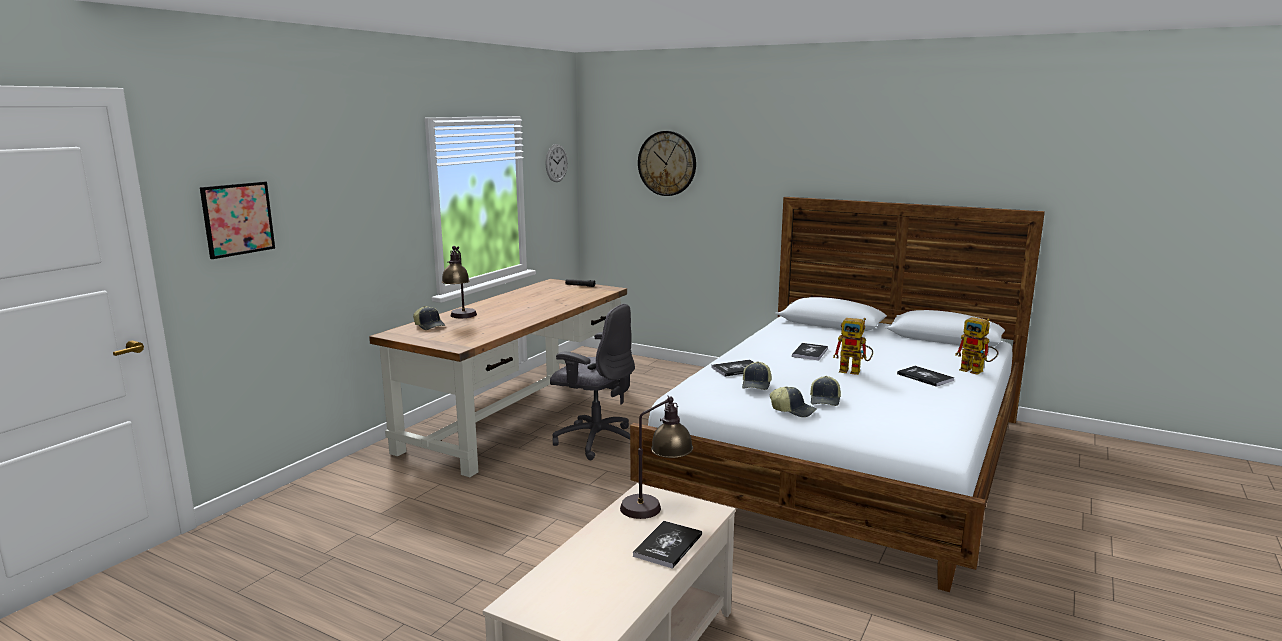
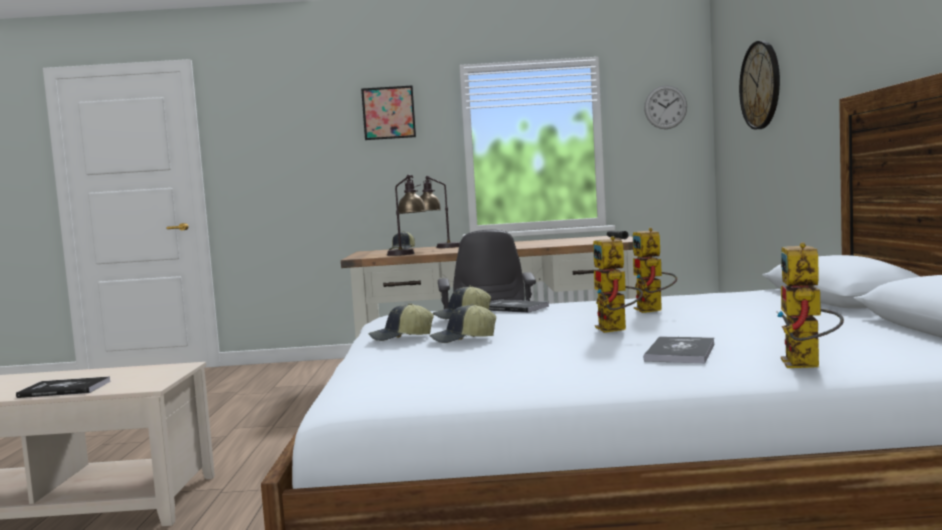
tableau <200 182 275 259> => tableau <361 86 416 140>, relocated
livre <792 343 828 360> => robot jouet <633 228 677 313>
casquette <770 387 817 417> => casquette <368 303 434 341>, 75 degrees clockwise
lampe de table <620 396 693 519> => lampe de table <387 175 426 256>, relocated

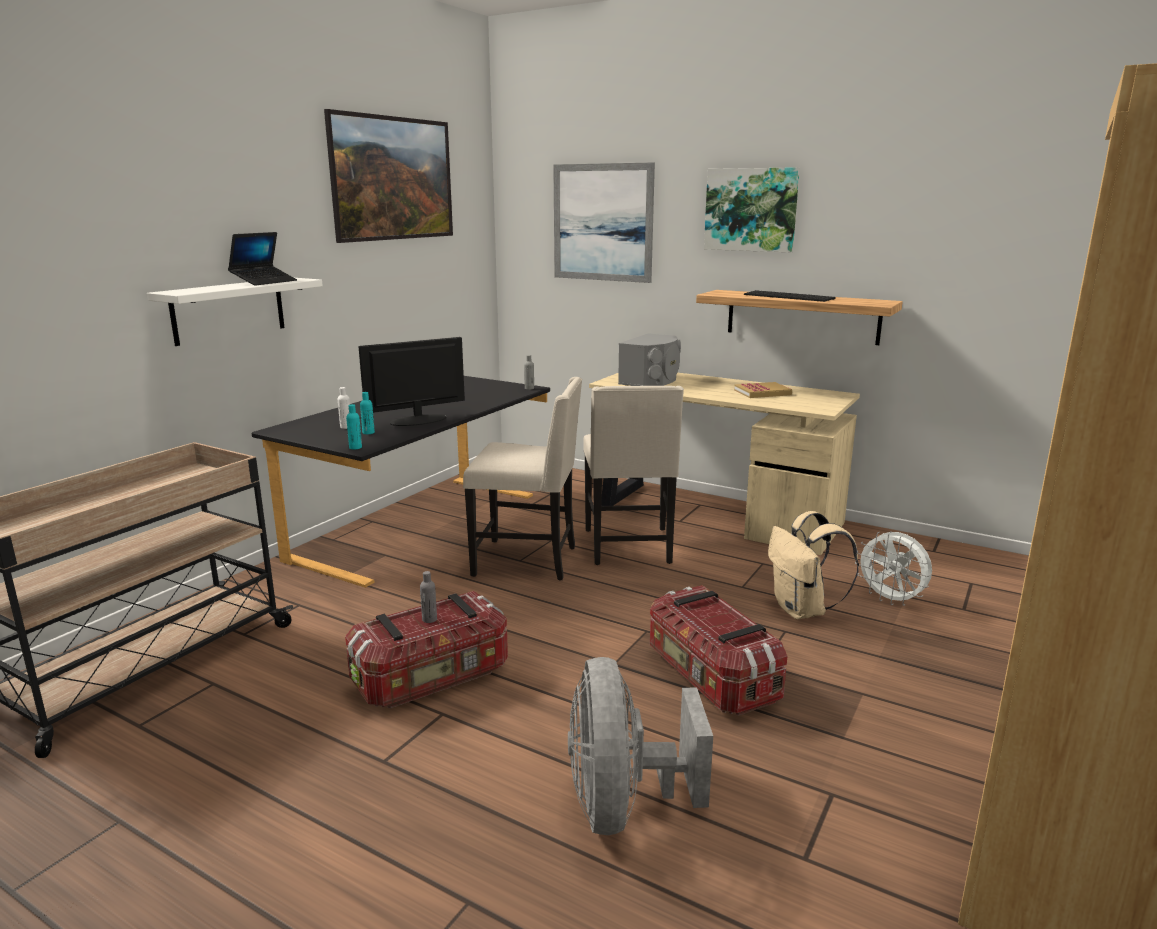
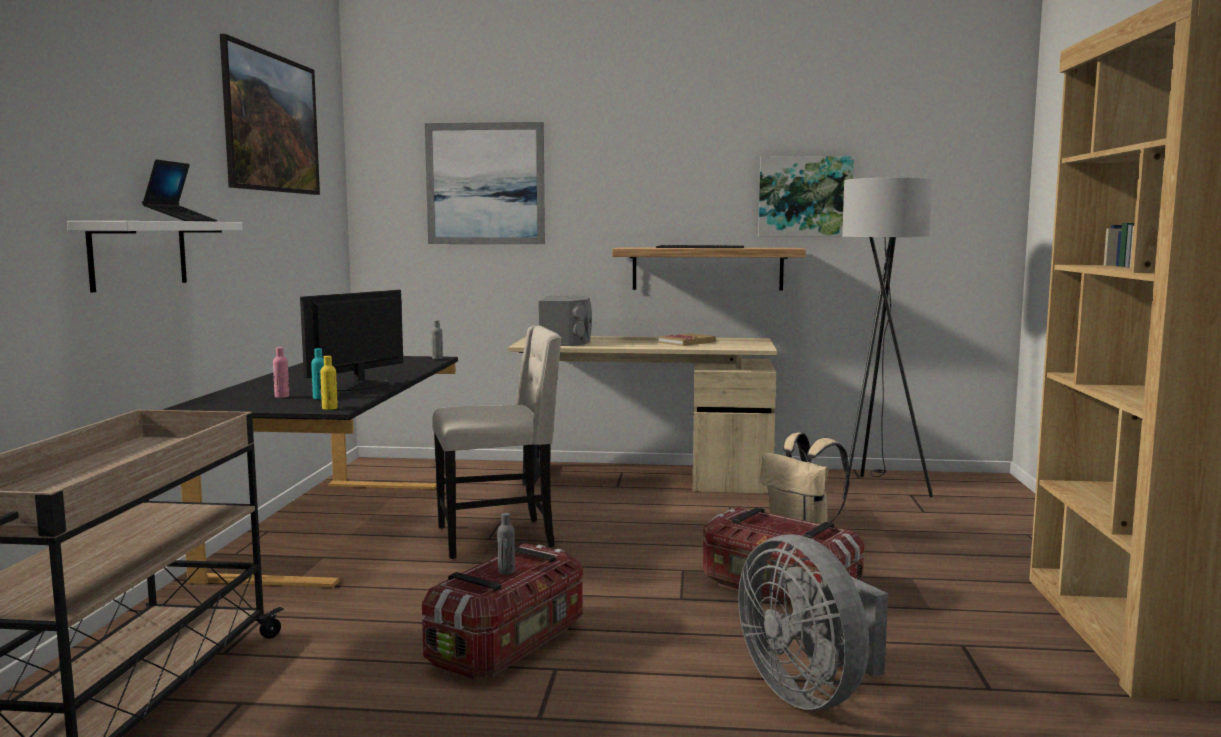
tableau <704 167 800 252> => tableau <758 156 854 236>, relocated
chaise/beige <583 386 684 565> => nothing
bouteille/blanc <338 387 350 429> => bouteille/rose <273 347 290 398>
bouteille/turquoise <346 404 362 450> => bouteille/jaune <320 356 338 410>
ventilateur/blanc <855 531 932 606> => nothing
nothing => lampadaire/gris <842 178 933 499>

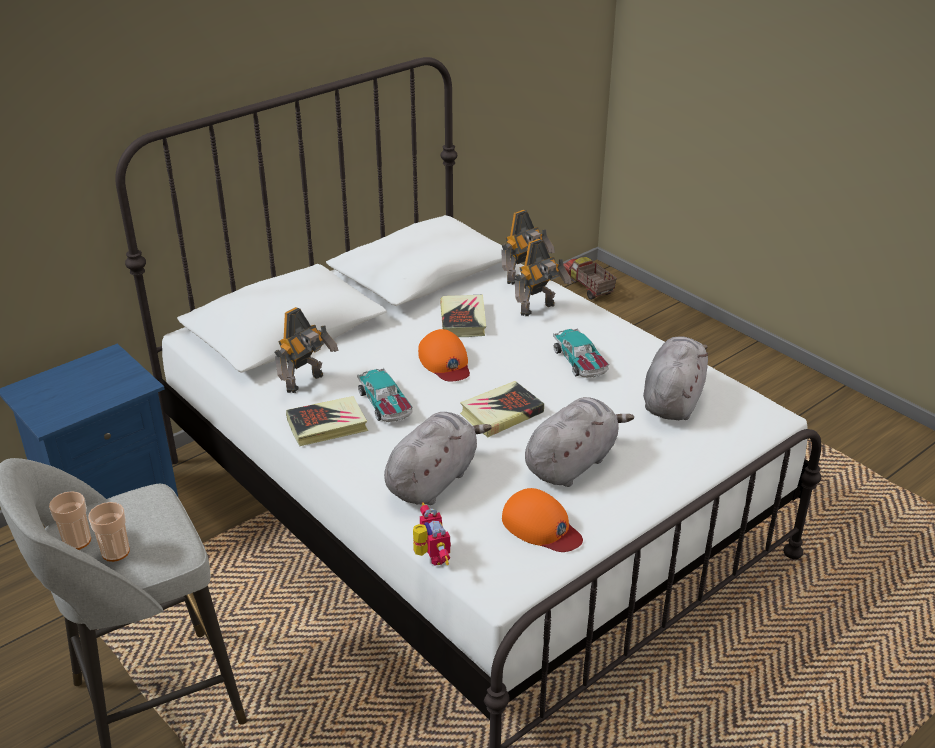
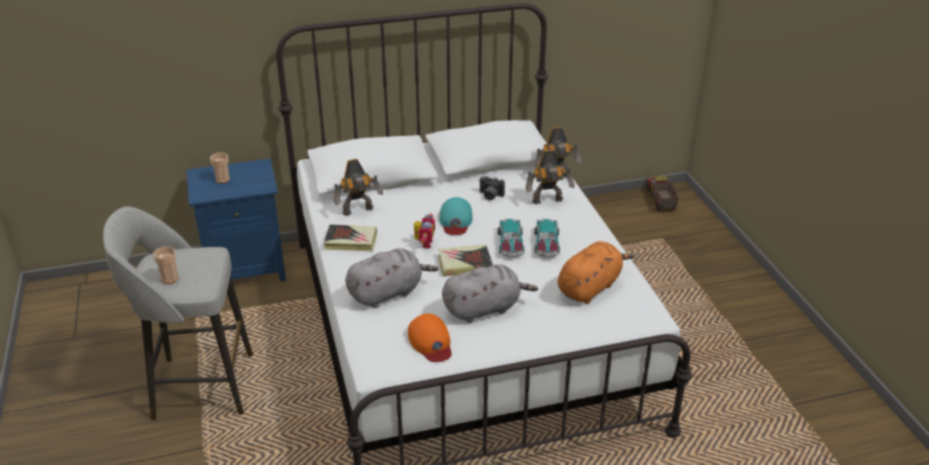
livre <440 294 486 337> => appareil photo <480 176 505 200>
casquette/orange <418 329 470 381> => casquette/turquoise <439 197 473 235>
peluche/gris <643 336 708 420> => peluche/orange <558 241 634 303>
petite voiture <357 368 413 422> => petite voiture <498 219 524 257>, relocated
tasse <49 491 91 550> => tasse <210 152 230 183>, relocated
robot jouet <413 502 451 566> => robot jouet <414 213 435 249>, relocated

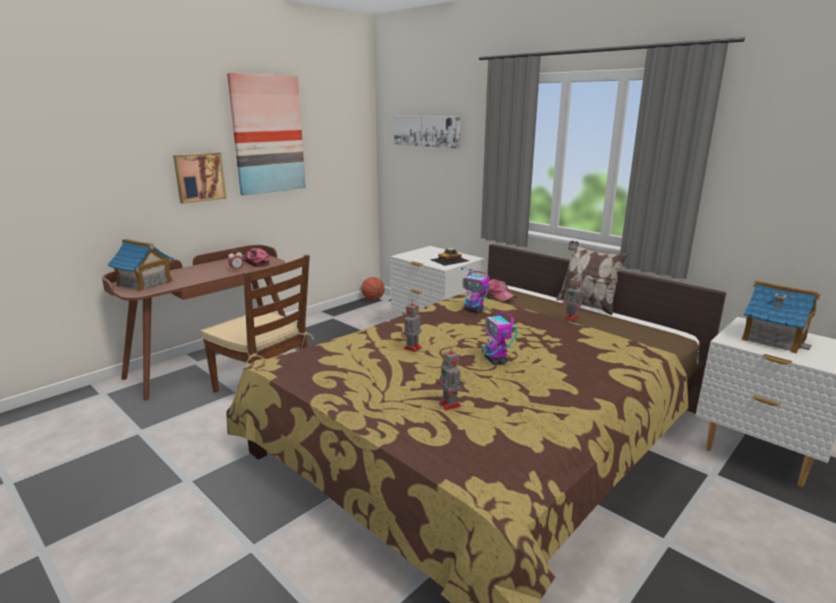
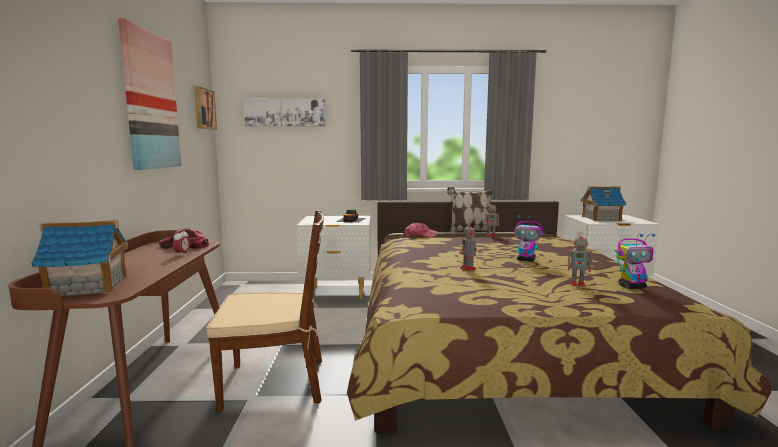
tableau <173 152 227 204> => tableau <194 86 217 130>, relocated
robot jouet <461 267 489 314> => robot jouet <616 234 655 289>, relocated
ballon de basket <361 277 385 300> => nothing

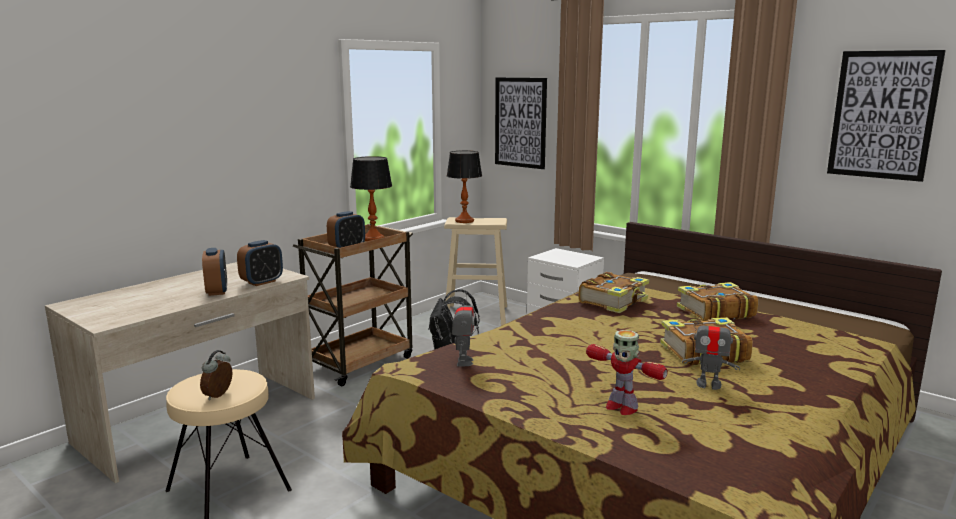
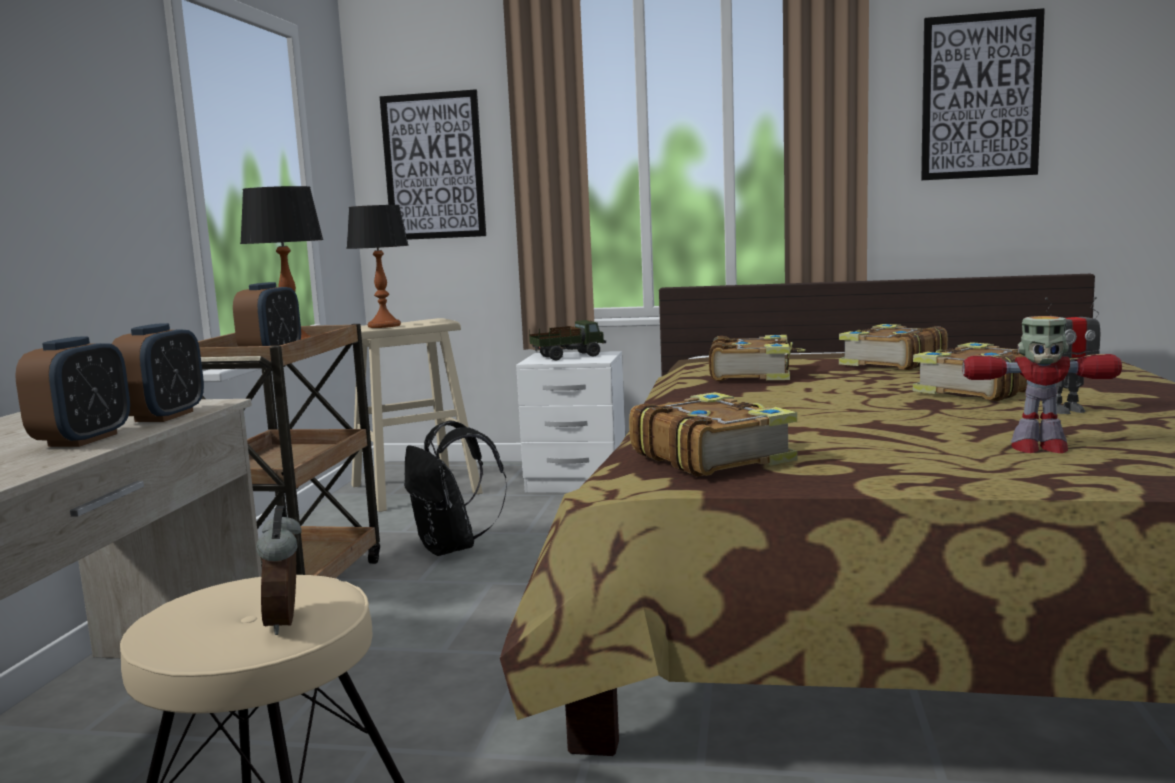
réveil <202 248 227 296> => réveil <15 336 130 447>, 60 degrees clockwise
robot jouet <452 292 475 366> => livre <629 392 797 477>
nothing => camion jouet <529 320 606 360>

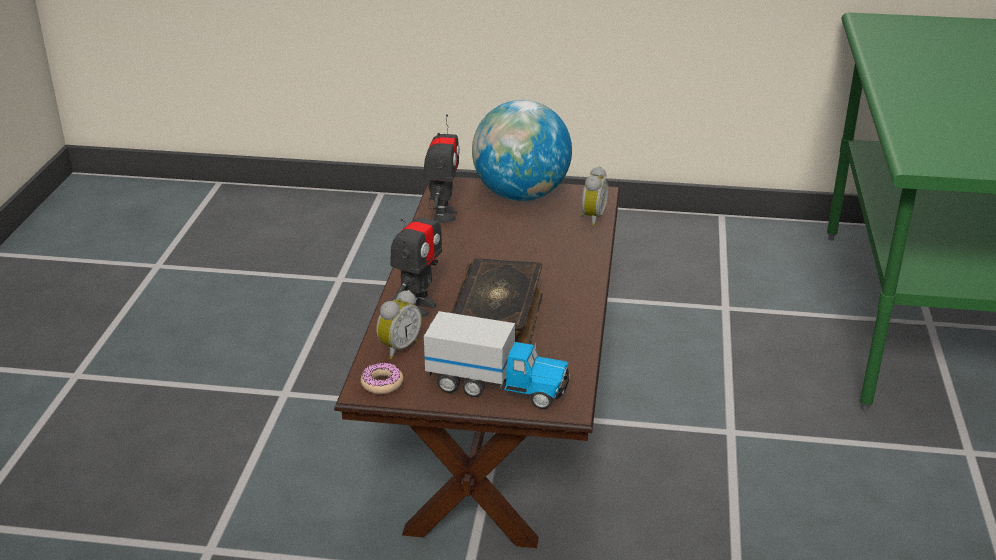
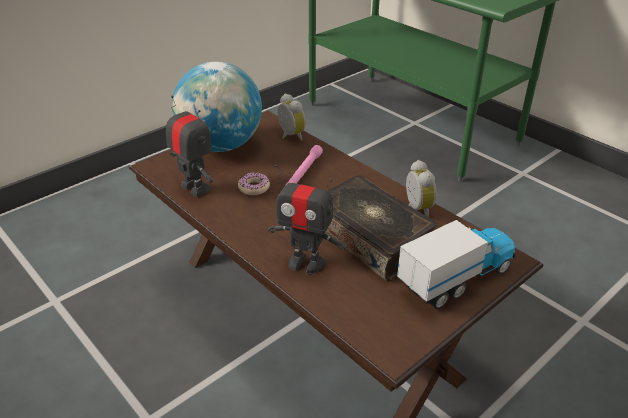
robot jouet <390 197 442 318> => robot jouet <268 165 347 274>, 135 degrees clockwise
réveil <376 290 422 359> => réveil <406 160 437 217>, relocated
beignet <361 362 403 394> => beignet <238 173 270 195>, relocated
nothing => lampe de poche/rose <286 145 323 185>

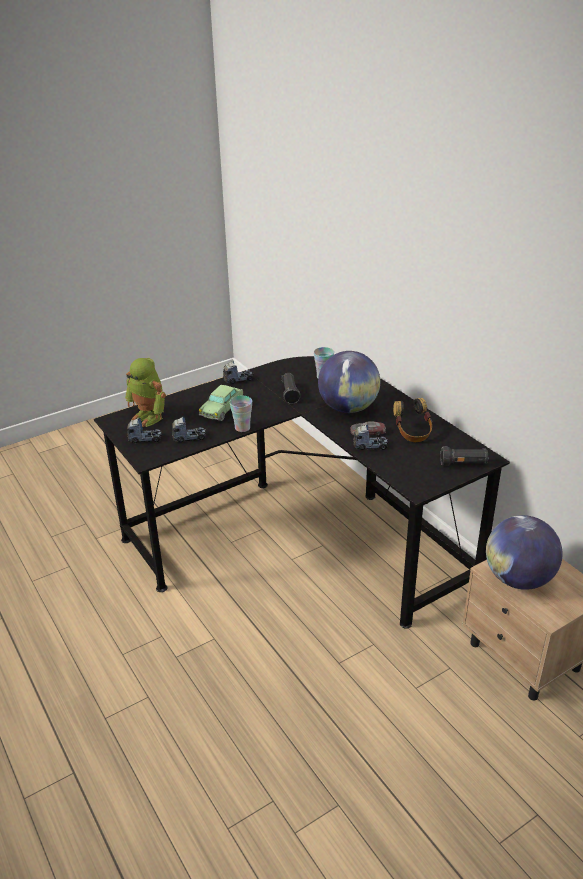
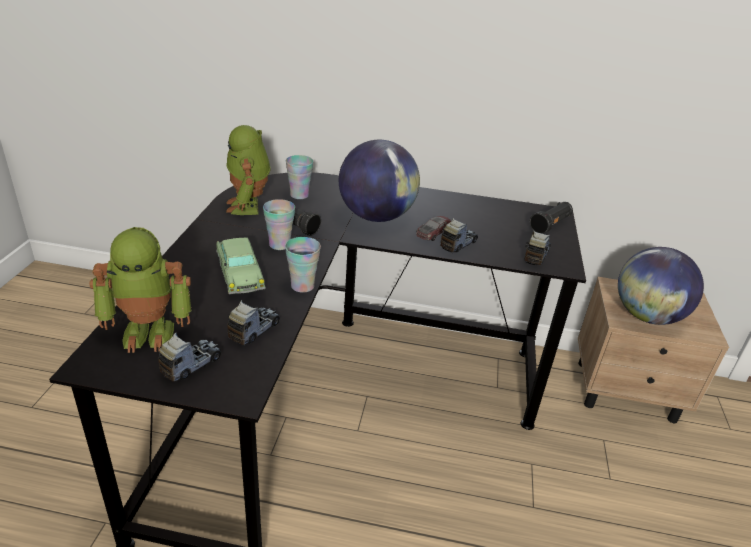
camion jouet <223 361 254 384> => camion jouet <524 231 551 266>, relocated
casque audio <393 398 432 442> => nothing
nothing => robot jouet <226 125 271 215>
nothing => tasse <263 199 295 250>

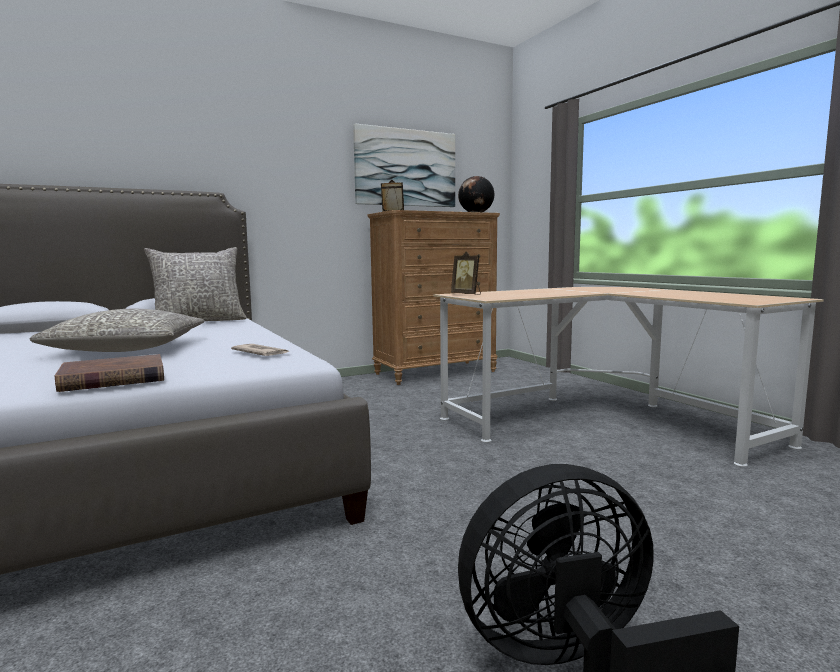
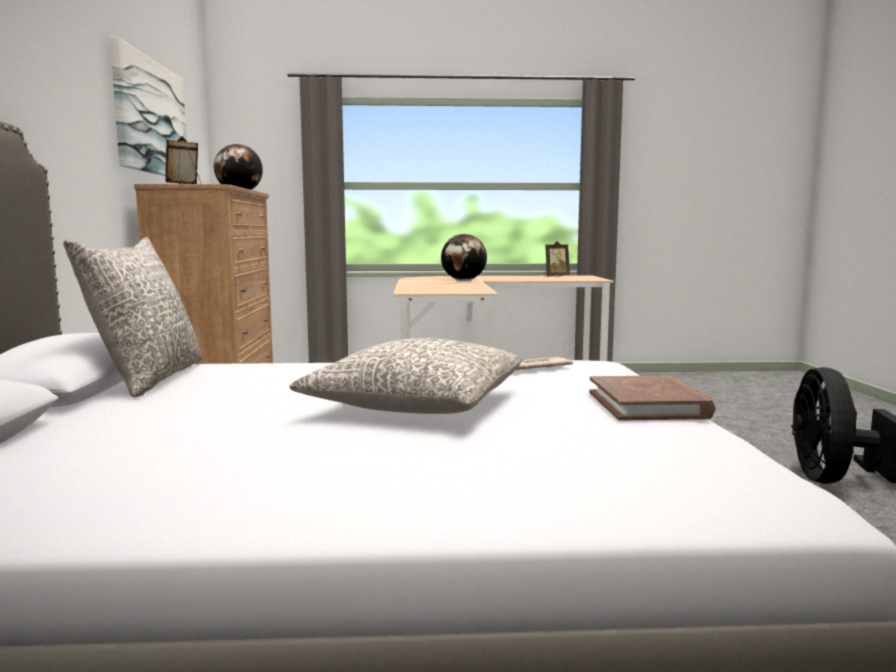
cadre photo <451 251 481 295> => cadre photo <544 241 570 277>, relocated
nothing => globe <441 234 487 281>

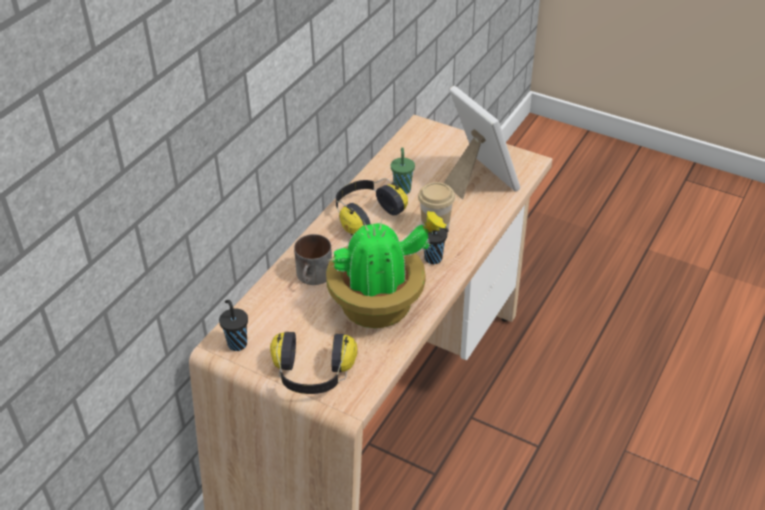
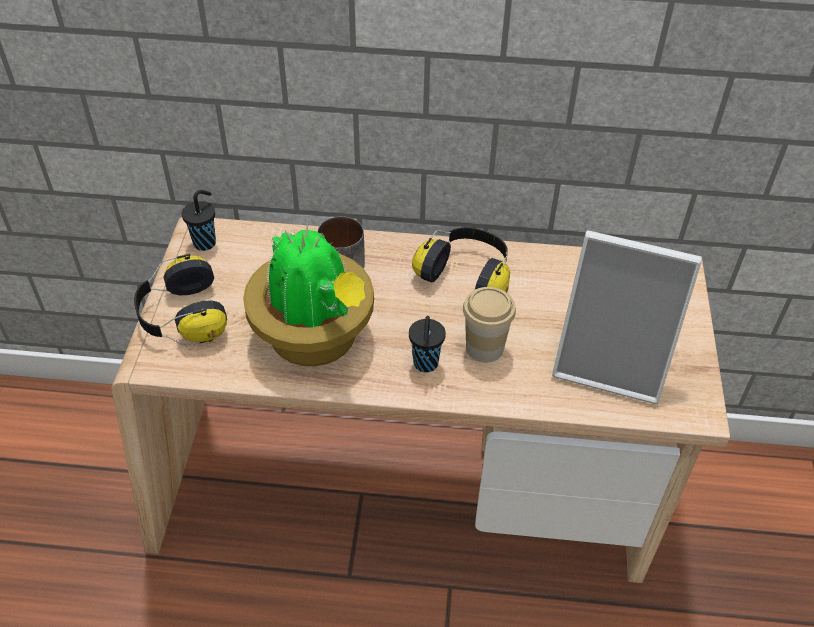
cadre photo <444 86 520 200> => cadre photo <552 230 702 404>, 75 degrees clockwise
tasse/vert <391 147 415 194> => nothing

